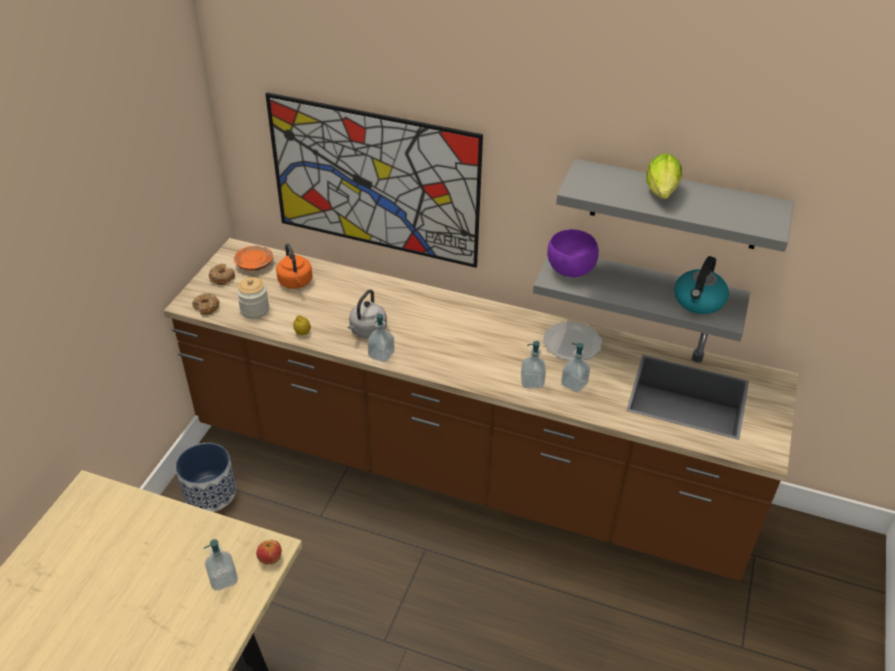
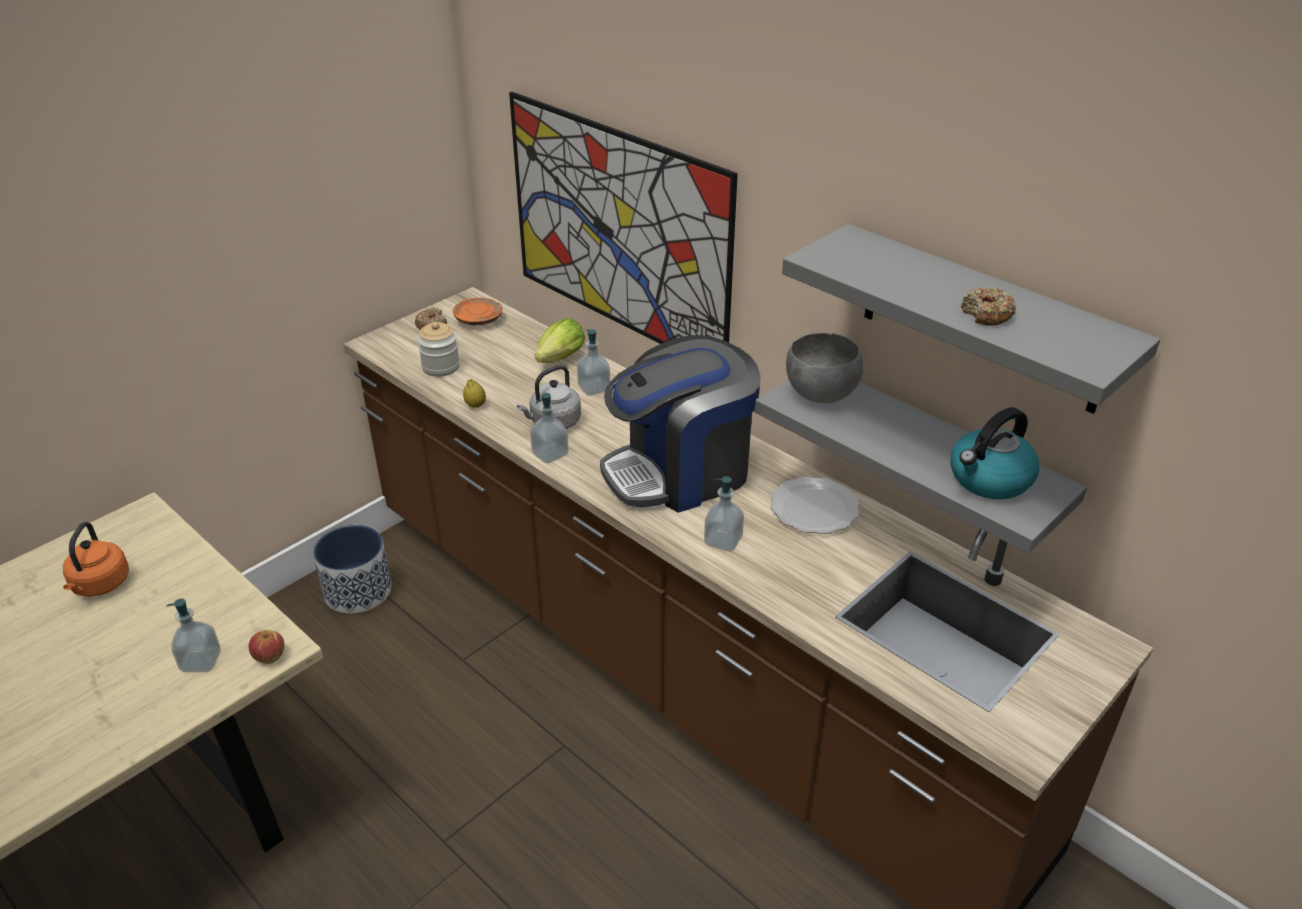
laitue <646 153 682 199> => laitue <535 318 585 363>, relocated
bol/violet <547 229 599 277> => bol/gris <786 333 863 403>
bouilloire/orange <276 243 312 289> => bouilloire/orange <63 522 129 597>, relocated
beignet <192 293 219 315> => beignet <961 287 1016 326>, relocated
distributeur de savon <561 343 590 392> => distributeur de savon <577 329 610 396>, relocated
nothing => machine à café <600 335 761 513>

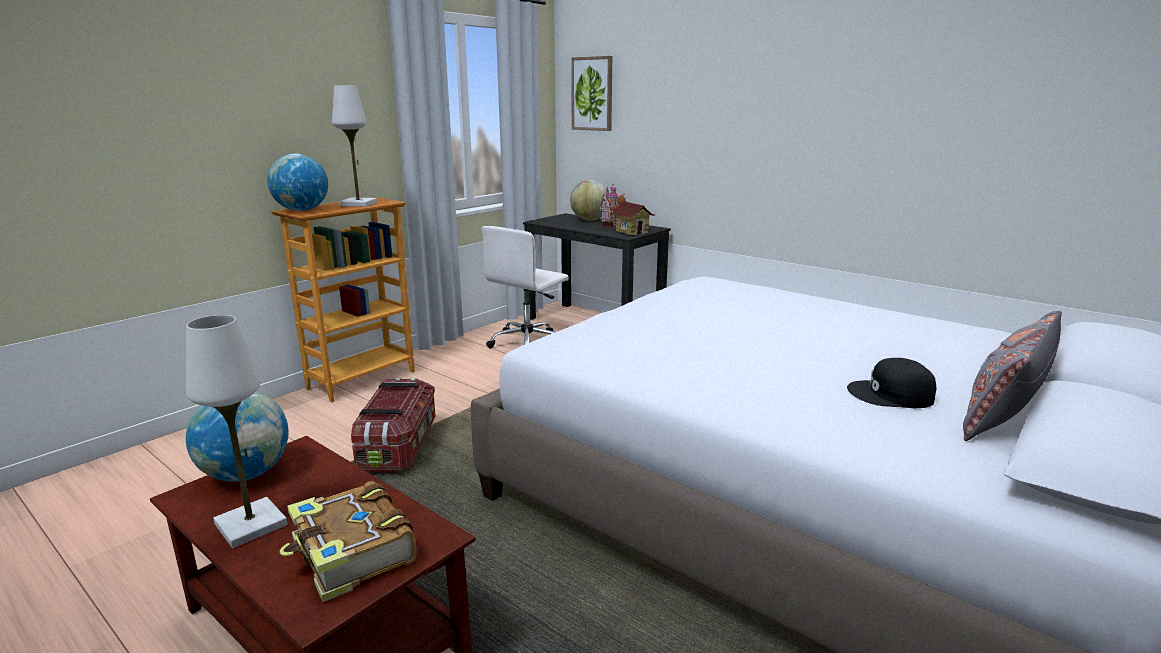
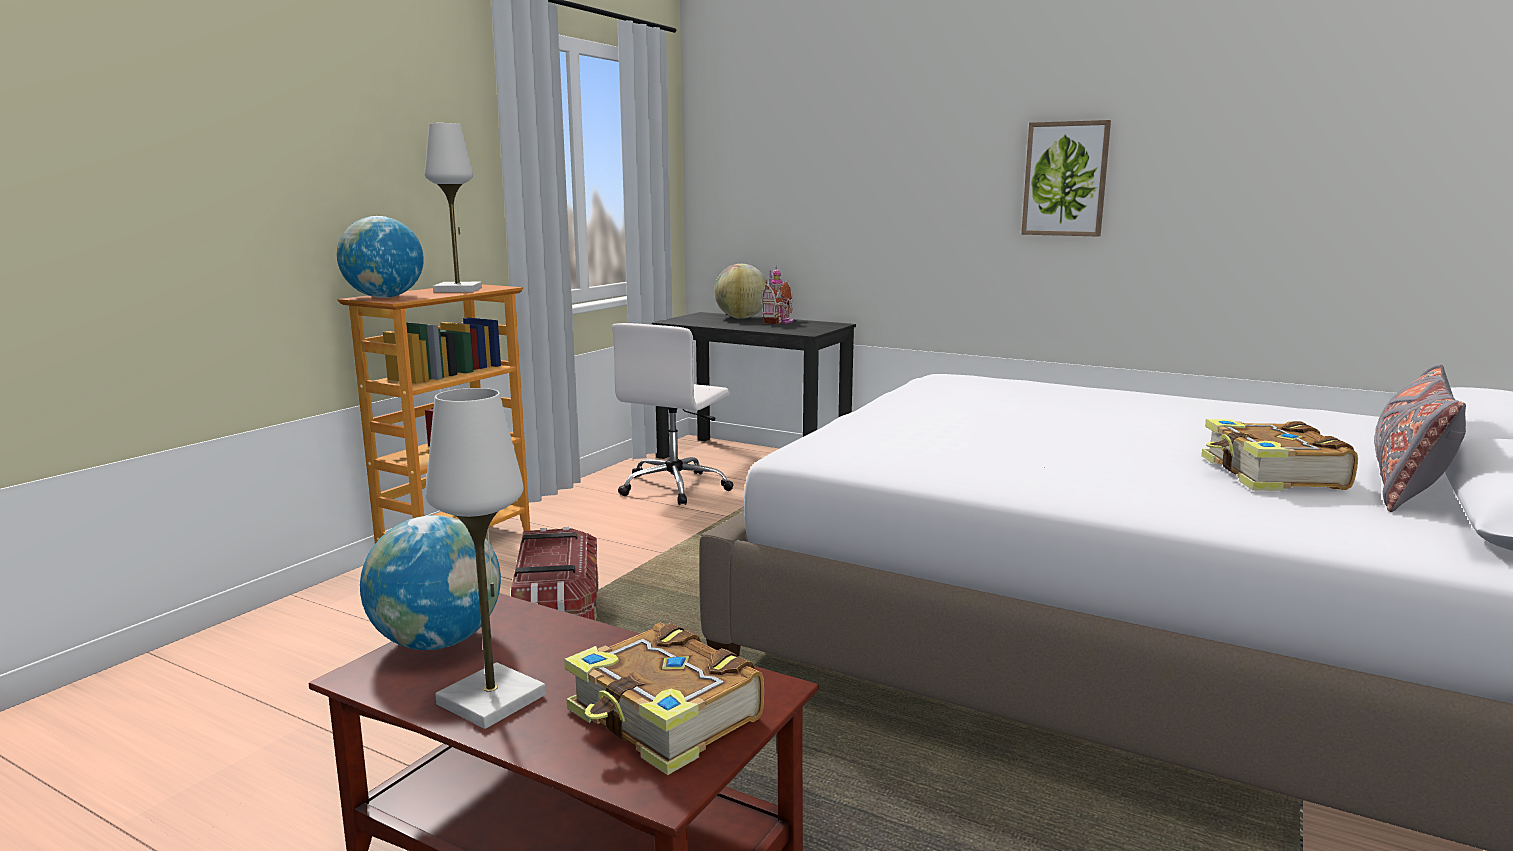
tableau <571 56 612 131> => tableau <1021 120 1111 237>, relocated
maison miniature <611 201 655 235> => nothing
casquette/noir <847 358 936 408> => livre <1201 419 1358 491>

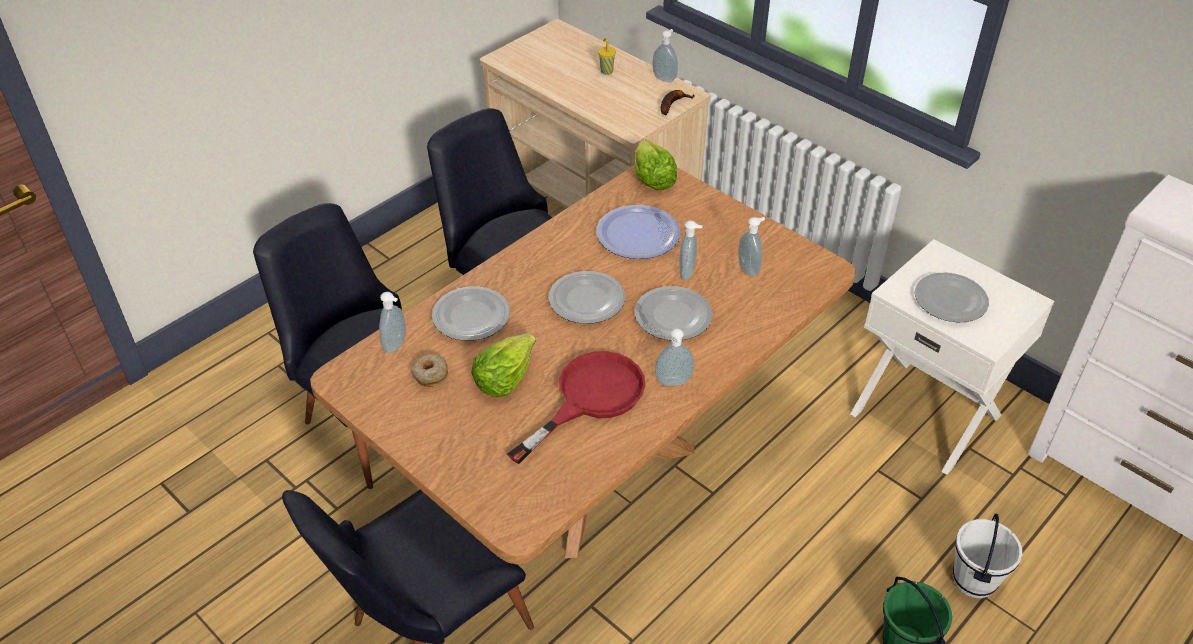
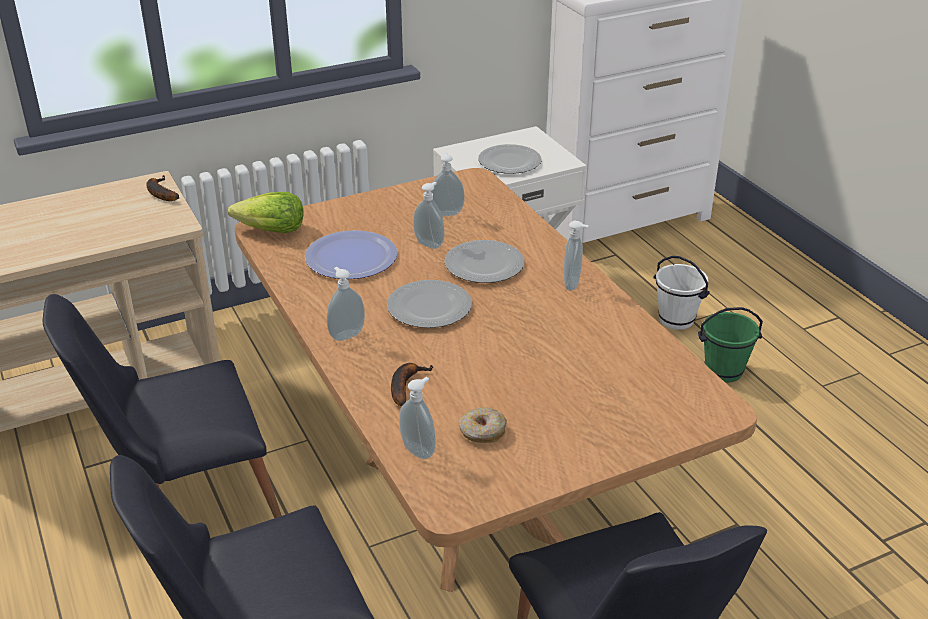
distributeur de savon <652 29 678 83> => distributeur de savon <327 267 365 341>, relocated
tasse/jaune <598 38 616 75> => nothing
assiette <432 286 510 341> => banane <391 363 434 406>
laitue <471 334 536 397> => nothing
poêle/rouge <507 351 646 464> => nothing

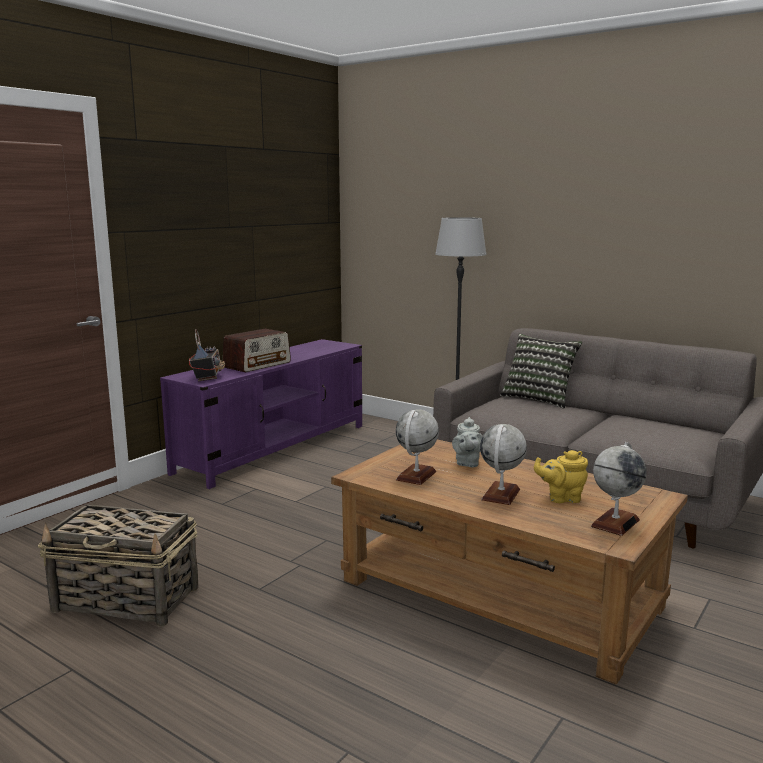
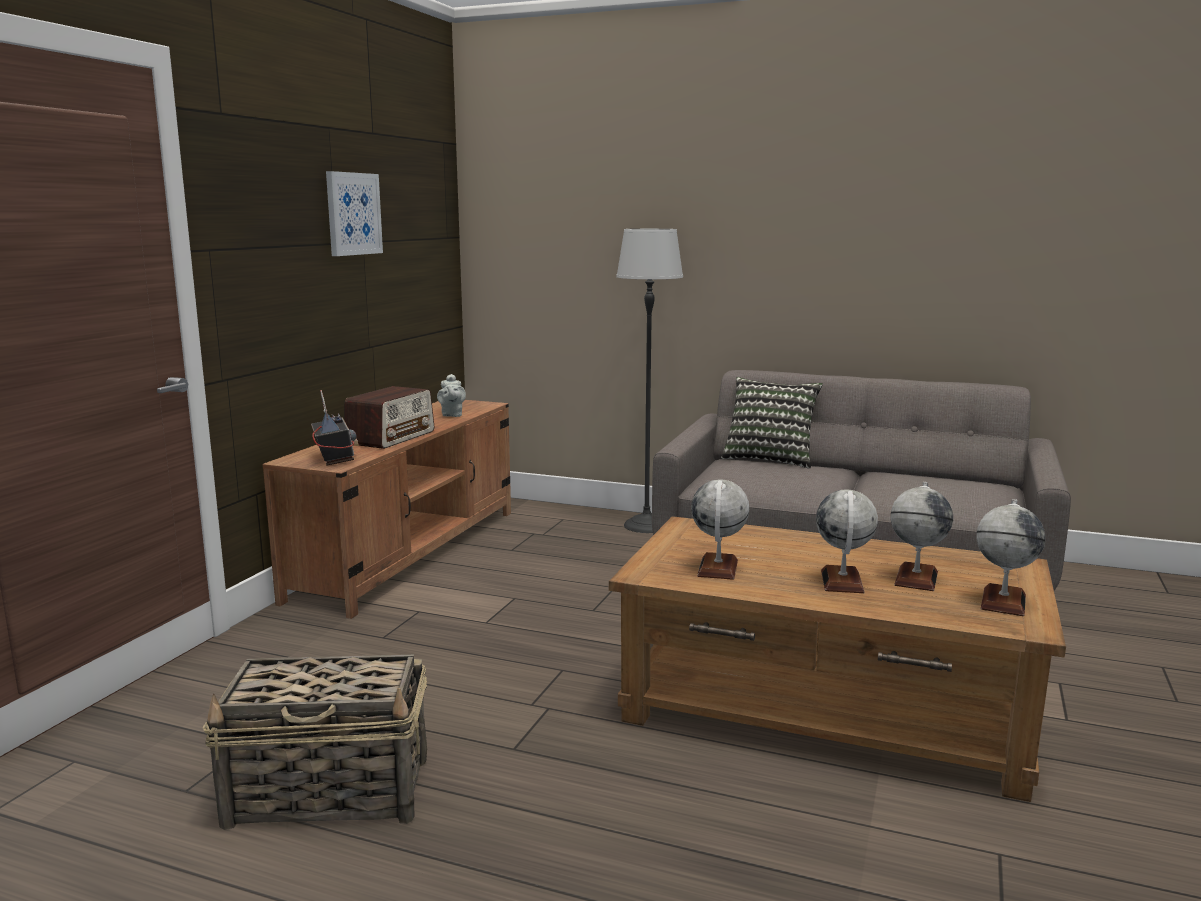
meuble télé/violet <160 339 362 489> => meuble télé/marron <262 400 511 619>
théière/gris <452 417 482 467> => théière/gris <437 374 466 417>, relocated
théière/jaune <534 450 588 503> => globe <891 482 953 591>
nothing => tableau <326 171 383 256>

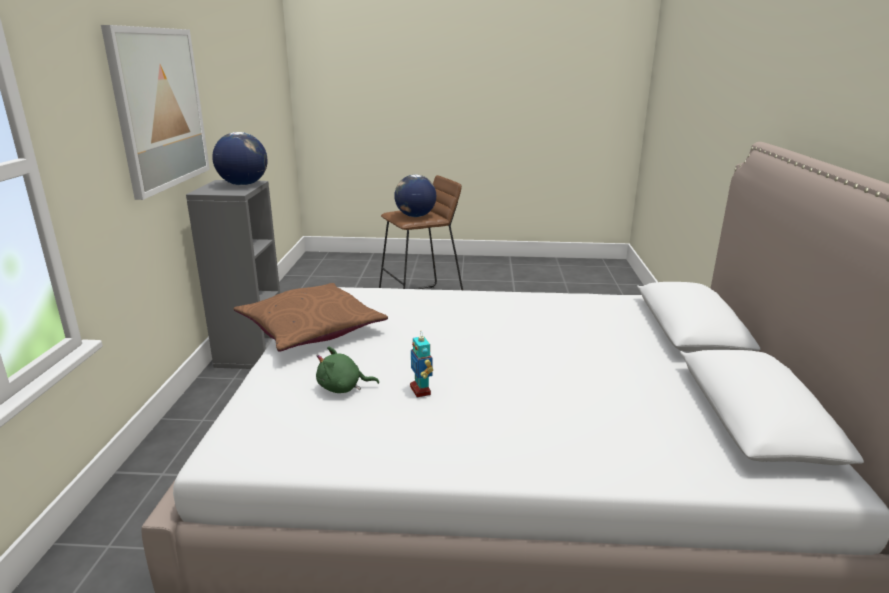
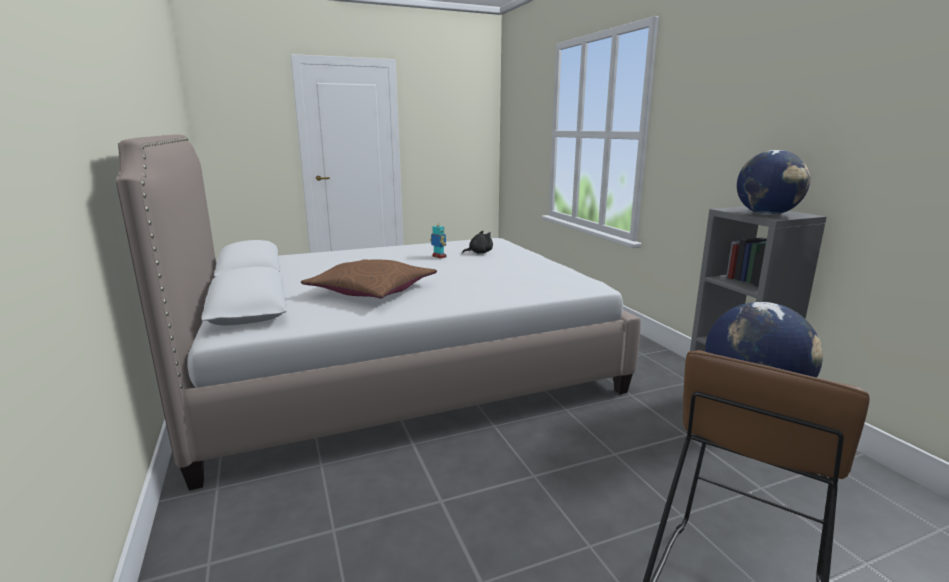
tableau <101 25 210 200> => nothing
coussin/marron <234 283 388 352> => coussin/marron <301 259 437 299>, relocated
peluche/vert <316 347 379 393> => peluche/noir <462 231 493 254>

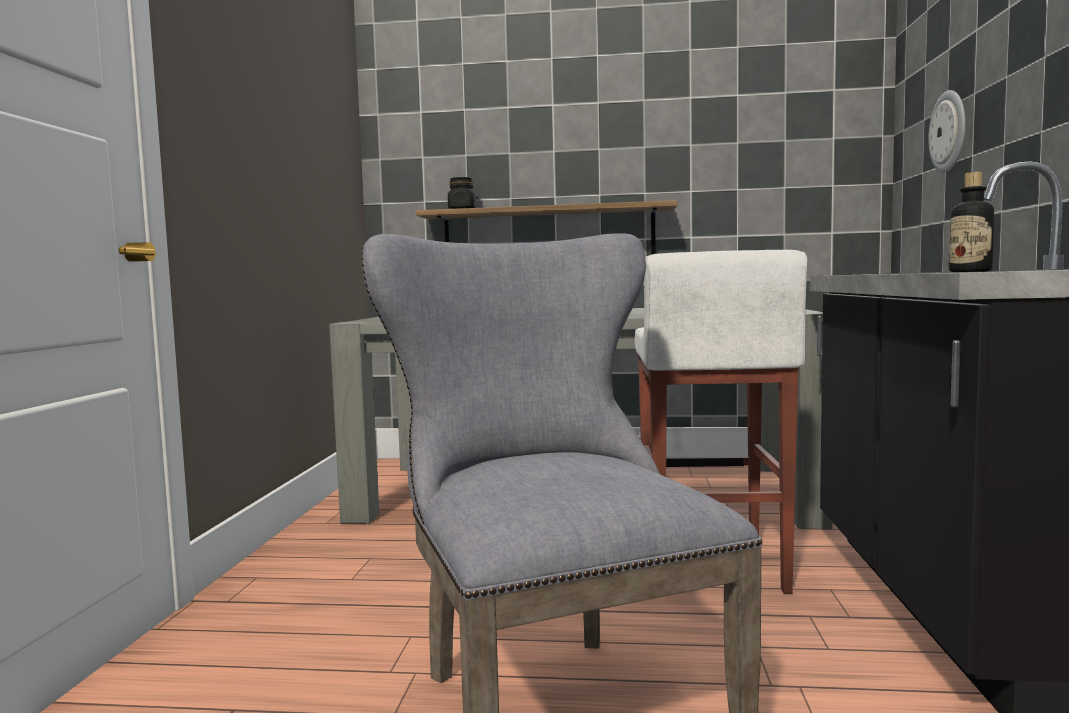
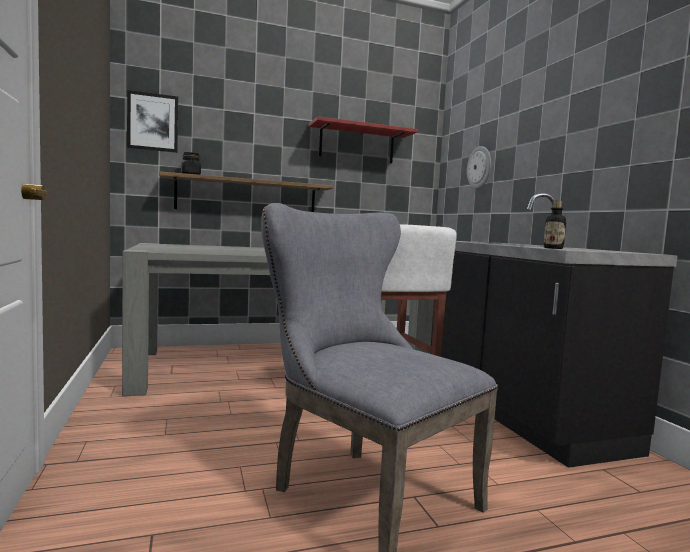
nothing => tableau <127 90 178 153>
nothing => étagère/rouge <309 116 418 163>

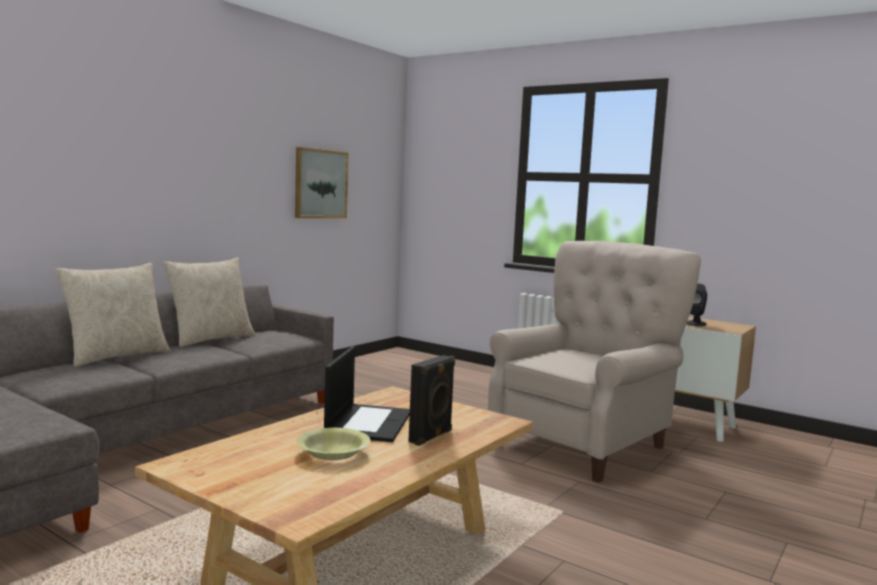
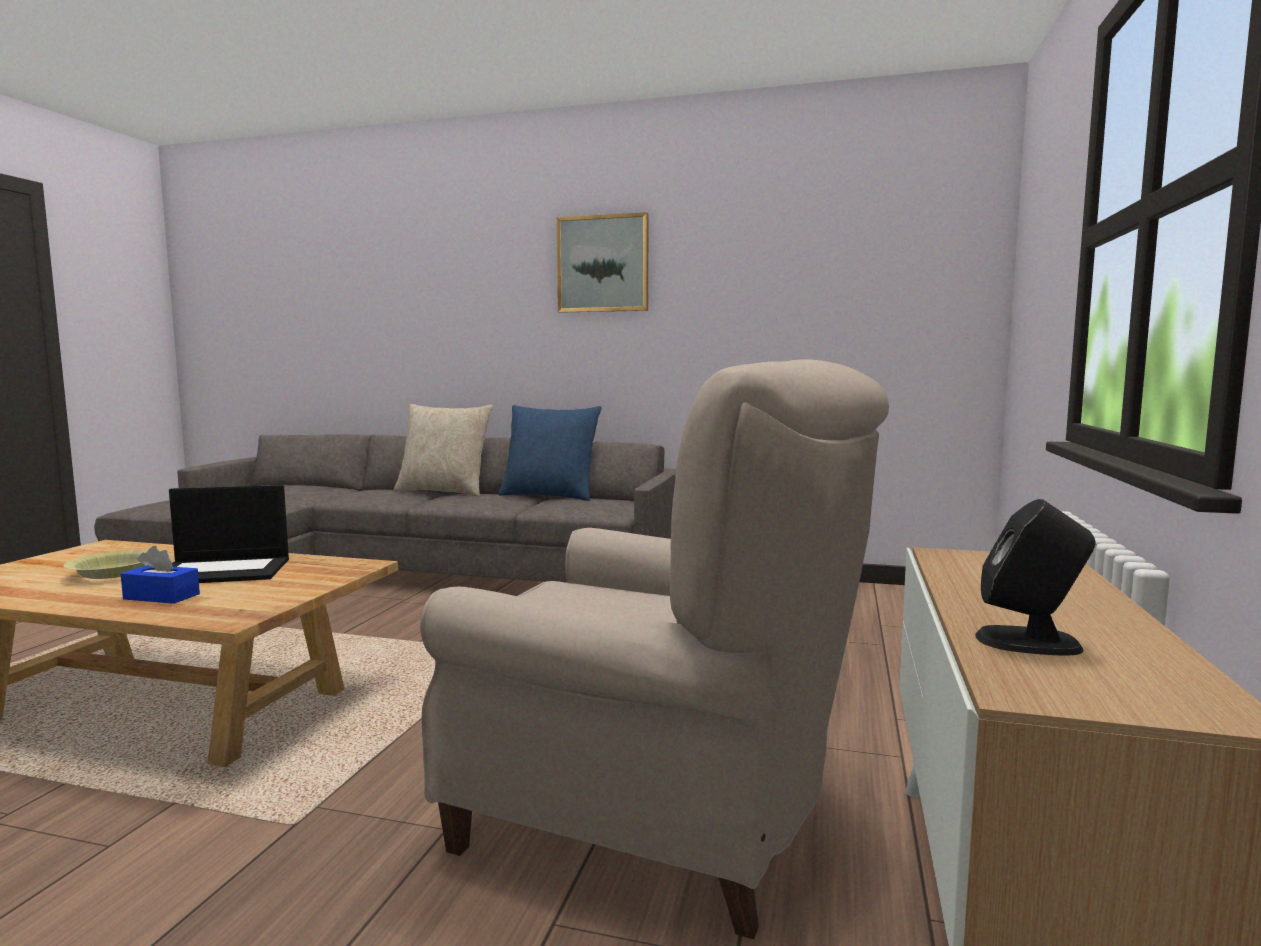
tableau <295 147 349 218> => tableau <556 212 648 313>, relocated
coussin/beige <163 257 256 347> => coussin/bleu <498 405 602 501>
enceinte/noir <408 355 455 446> => boîte à mouchoirs/bleu <121 546 200 604>

